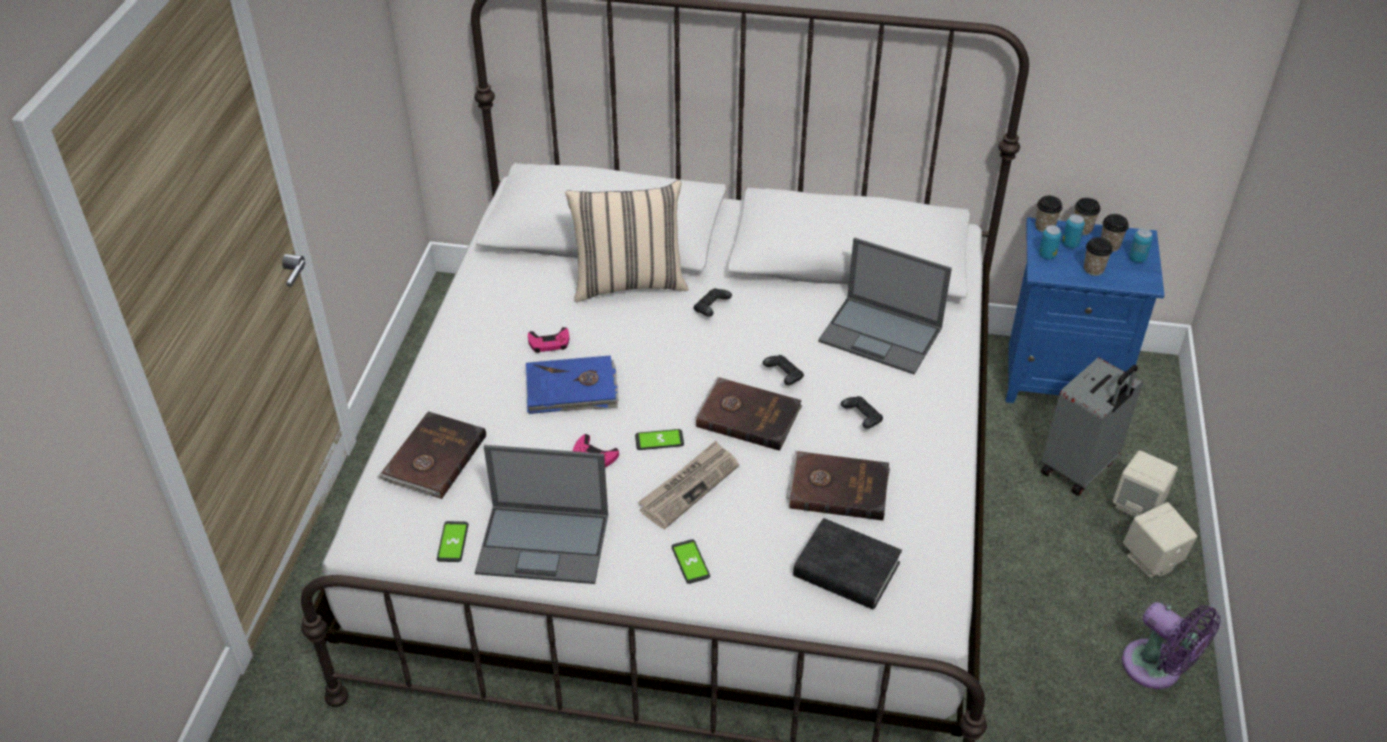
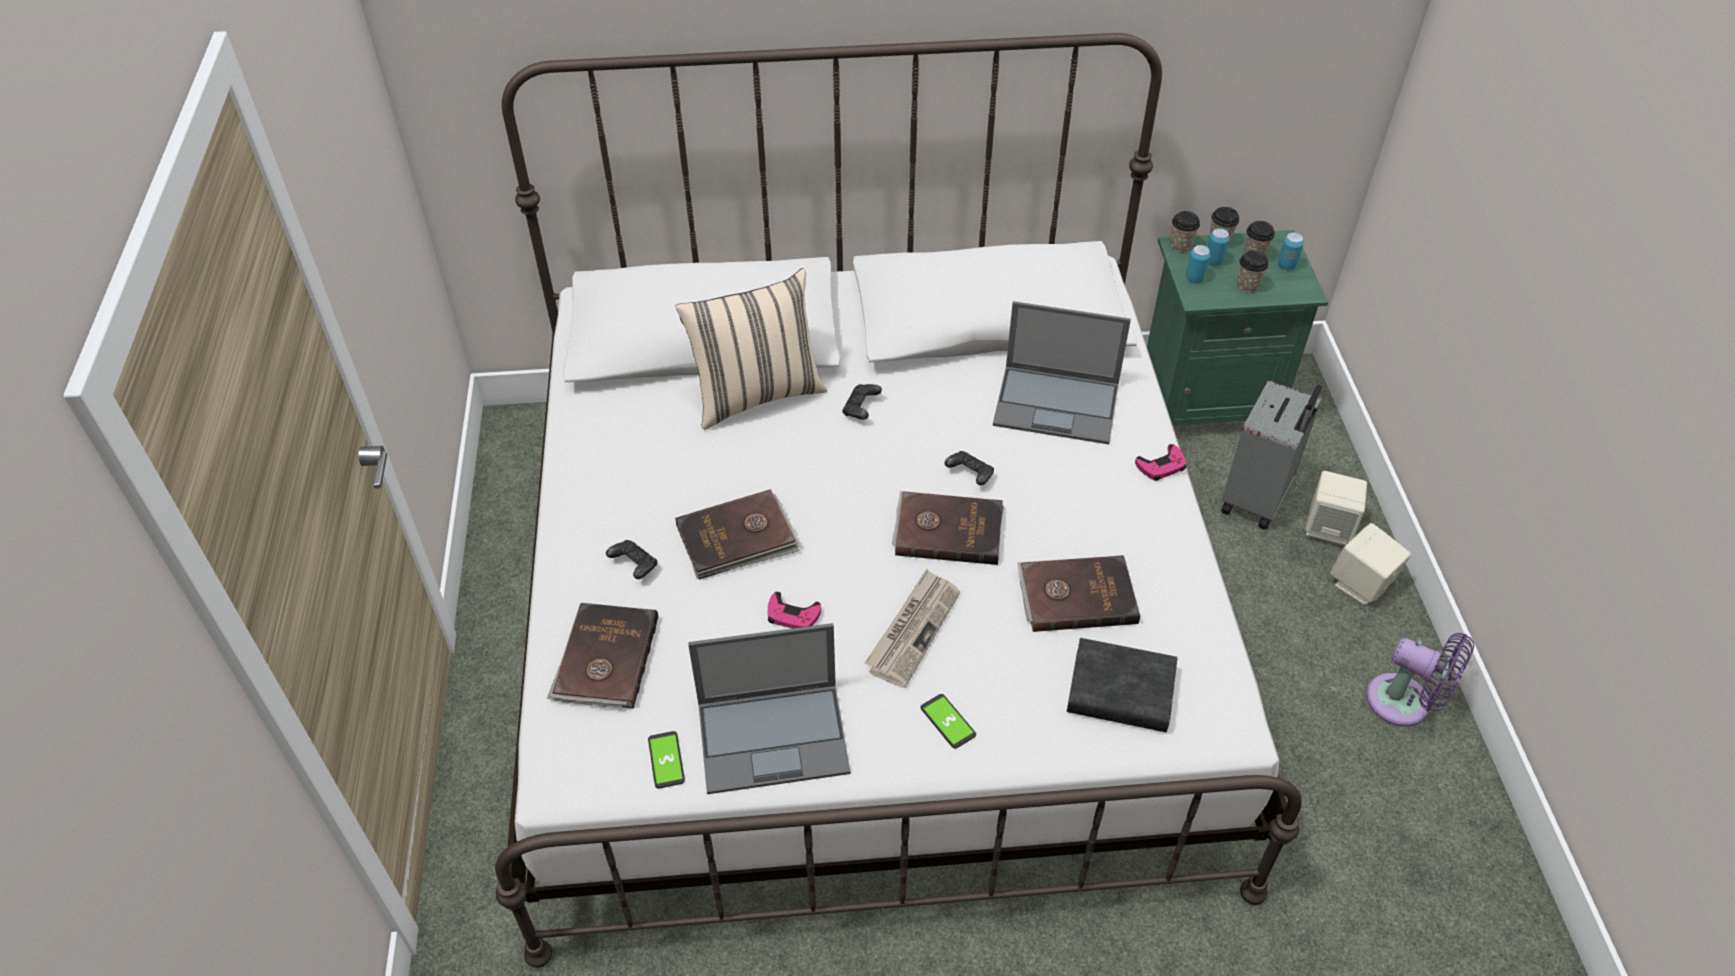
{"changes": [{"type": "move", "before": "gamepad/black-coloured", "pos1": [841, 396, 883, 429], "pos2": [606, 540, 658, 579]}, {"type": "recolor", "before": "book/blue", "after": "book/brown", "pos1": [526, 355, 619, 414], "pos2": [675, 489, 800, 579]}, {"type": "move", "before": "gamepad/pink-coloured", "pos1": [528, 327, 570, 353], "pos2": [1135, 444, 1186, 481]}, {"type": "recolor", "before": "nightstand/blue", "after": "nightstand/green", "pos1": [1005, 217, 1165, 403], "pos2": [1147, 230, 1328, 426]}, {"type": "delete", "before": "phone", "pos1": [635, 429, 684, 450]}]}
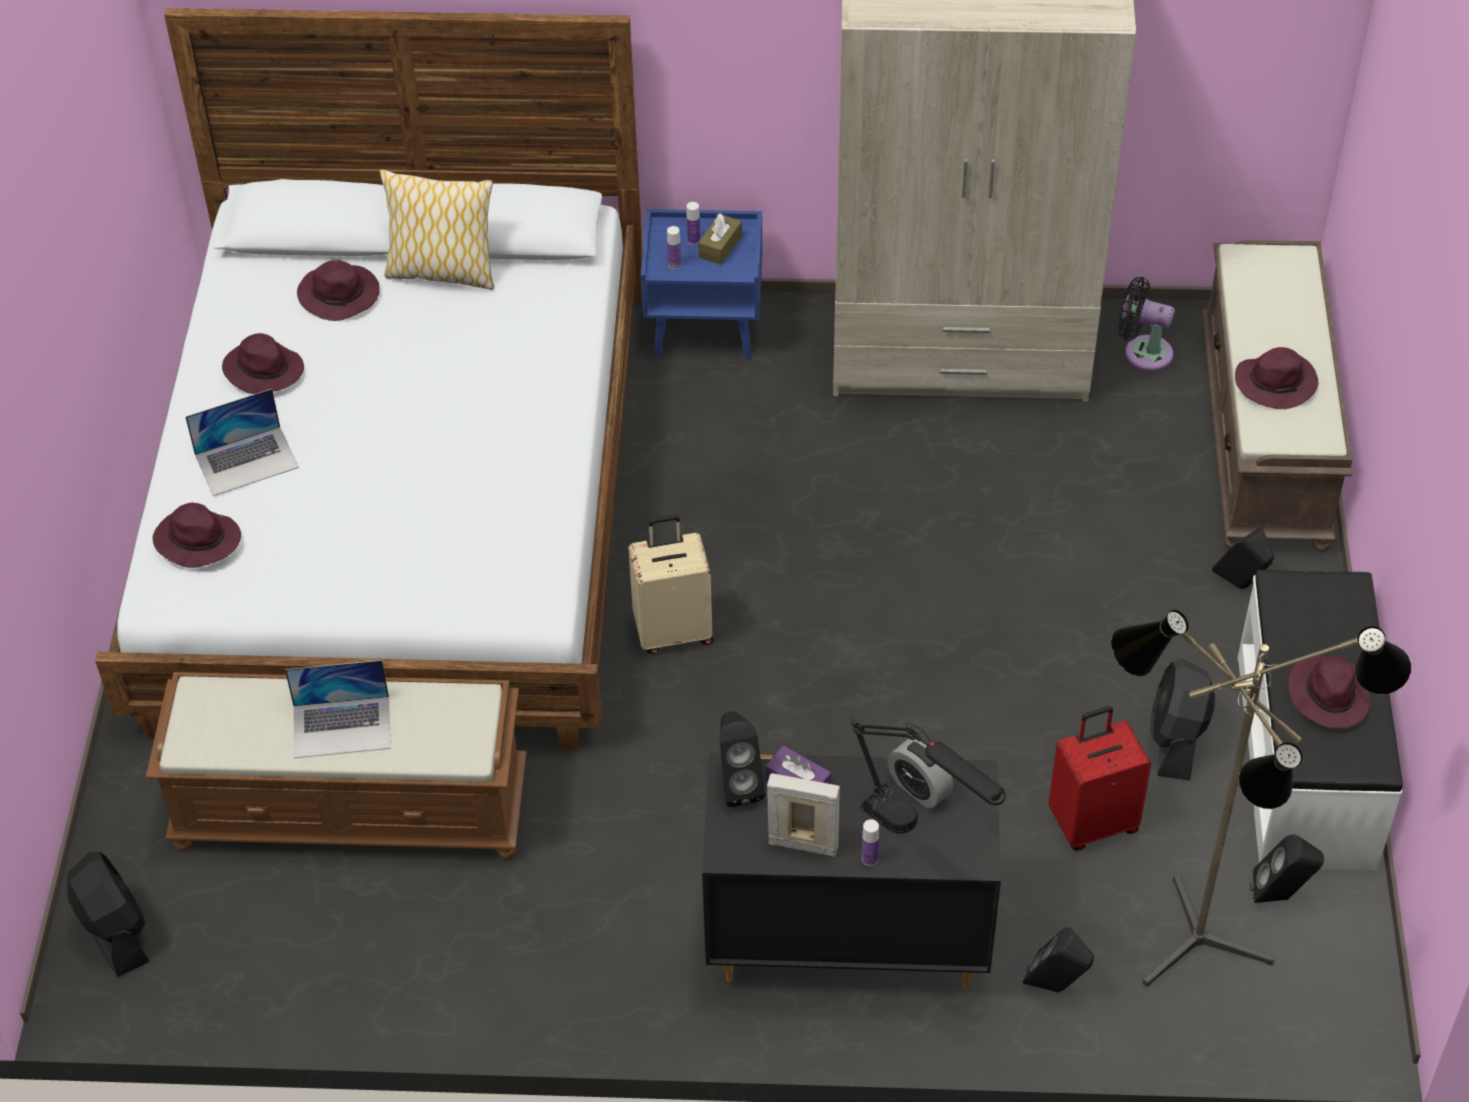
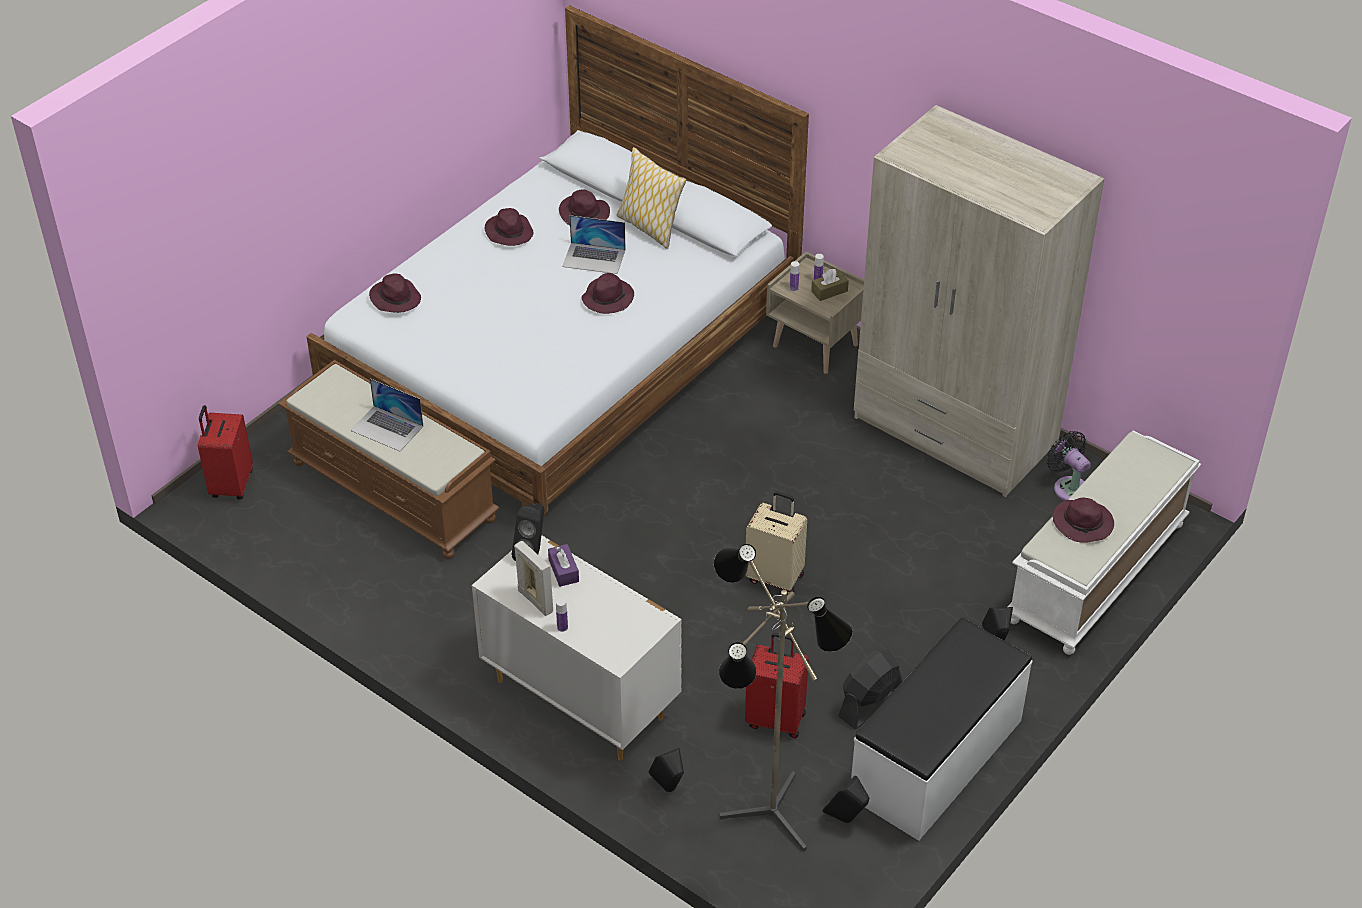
{"changes": [{"type": "replace", "before": "fan/black-coloured", "after": "piece of luggage/red-coloured", "pos1": [67, 852, 150, 977], "pos2": [198, 405, 253, 499]}, {"type": "recolor", "before": "drawer chest/black-coloured", "after": "drawer chest/white-coloured", "pos1": [702, 753, 1001, 989], "pos2": [472, 535, 682, 761]}, {"type": "move", "before": "portable computer", "pos1": [186, 389, 299, 496], "pos2": [562, 215, 626, 274]}, {"type": "move", "before": "wearable hat/purple", "pos1": [1288, 656, 1371, 729], "pos2": [582, 273, 634, 314]}, {"type": "move", "before": "piece of luggage/beige-coloured", "pos1": [628, 515, 713, 654], "pos2": [746, 491, 807, 594]}, {"type": "recolor", "before": "nightstand/blue", "after": "nightstand/beige-coloured", "pos1": [641, 209, 762, 359], "pos2": [766, 251, 864, 374]}, {"type": "recolor", "before": "indoor bench/brown", "after": "indoor bench/white-coloured", "pos1": [1202, 240, 1353, 552], "pos2": [1008, 431, 1201, 655]}, {"type": "delete", "before": "tabletop lamp/black-coloured", "pos1": [851, 719, 1006, 833]}, {"type": "delete", "before": "table clock", "pos1": [888, 739, 954, 808]}]}
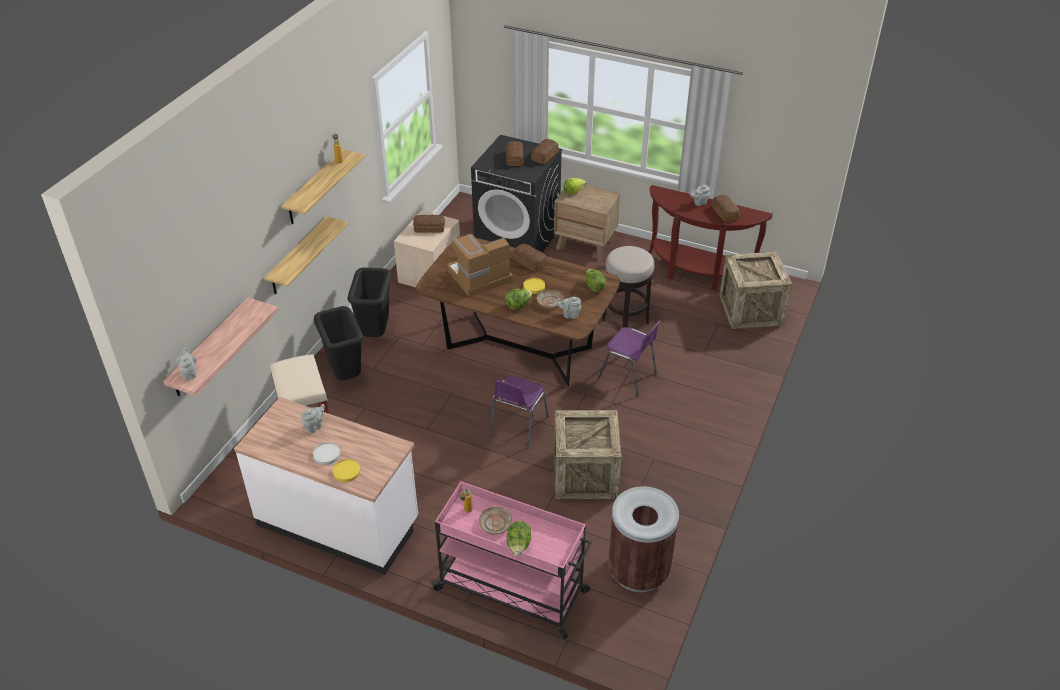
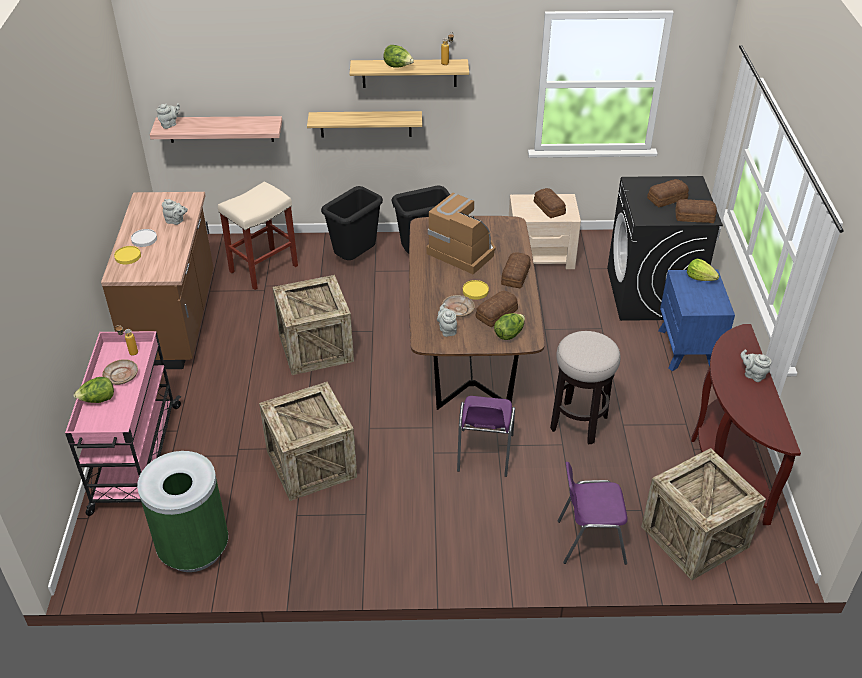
{"changes": [{"type": "recolor", "before": "counter/white-coloured", "after": "counter/brown", "pos1": [234, 397, 418, 574], "pos2": [101, 192, 213, 369]}, {"type": "recolor", "before": "waste bin/brown", "after": "waste bin/green", "pos1": [608, 486, 679, 592], "pos2": [137, 451, 228, 572]}, {"type": "insert", "after": "shipping crate", "pos2": [273, 275, 354, 375]}, {"type": "move", "before": "lettuce head", "pos1": [505, 289, 533, 310], "pos2": [383, 45, 414, 68]}, {"type": "move", "before": "bakery bread", "pos1": [711, 195, 740, 222], "pos2": [476, 291, 518, 327]}, {"type": "move", "before": "chair/purple", "pos1": [490, 376, 549, 448], "pos2": [558, 462, 628, 565]}, {"type": "recolor", "before": "nightstand/brown", "after": "nightstand/blue", "pos1": [554, 185, 620, 261], "pos2": [658, 270, 735, 371]}]}
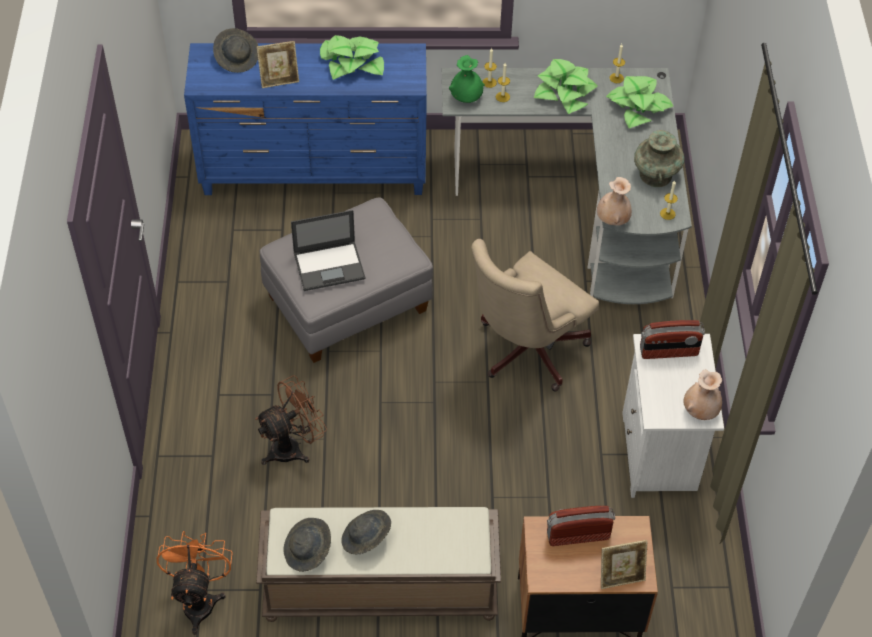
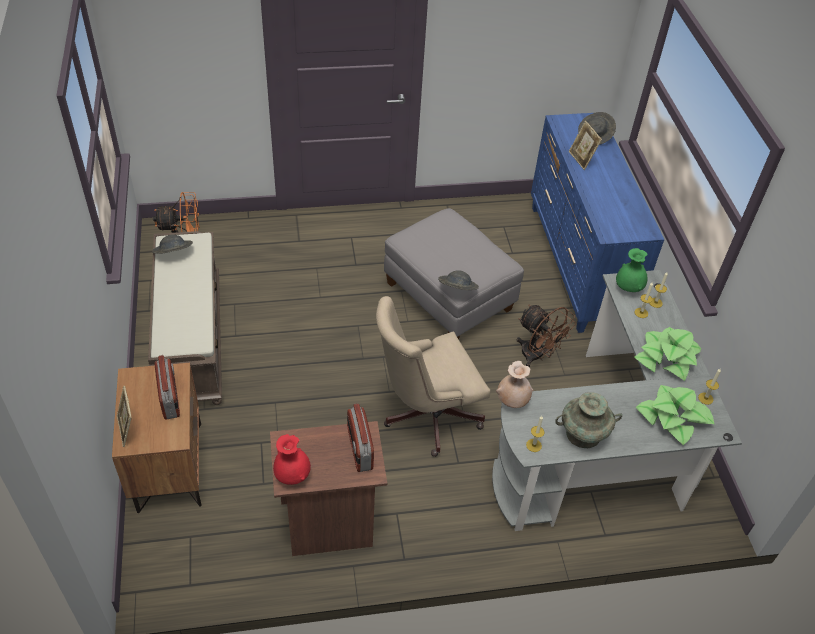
{"changes": [{"type": "recolor", "before": "nightstand/white-coloured", "after": "nightstand/brown", "pos1": [622, 334, 724, 498], "pos2": [270, 421, 387, 556]}, {"type": "recolor", "before": "vase/beige-coloured", "after": "vase/red-coloured", "pos1": [683, 369, 722, 420], "pos2": [273, 434, 311, 485]}, {"type": "rotate", "before": "office chair/beige-coloured", "pos1": [471, 239, 599, 391], "pos2": [376, 296, 490, 457], "turn": -60}, {"type": "move", "before": "wearable hat/gray", "pos1": [341, 510, 391, 554], "pos2": [438, 270, 479, 290]}, {"type": "move", "before": "fan/brown", "pos1": [255, 375, 327, 465], "pos2": [516, 305, 576, 367]}, {"type": "delete", "before": "portable computer", "pos1": [291, 210, 366, 291]}, {"type": "delete", "before": "houseplant", "pos1": [320, 35, 384, 80]}]}
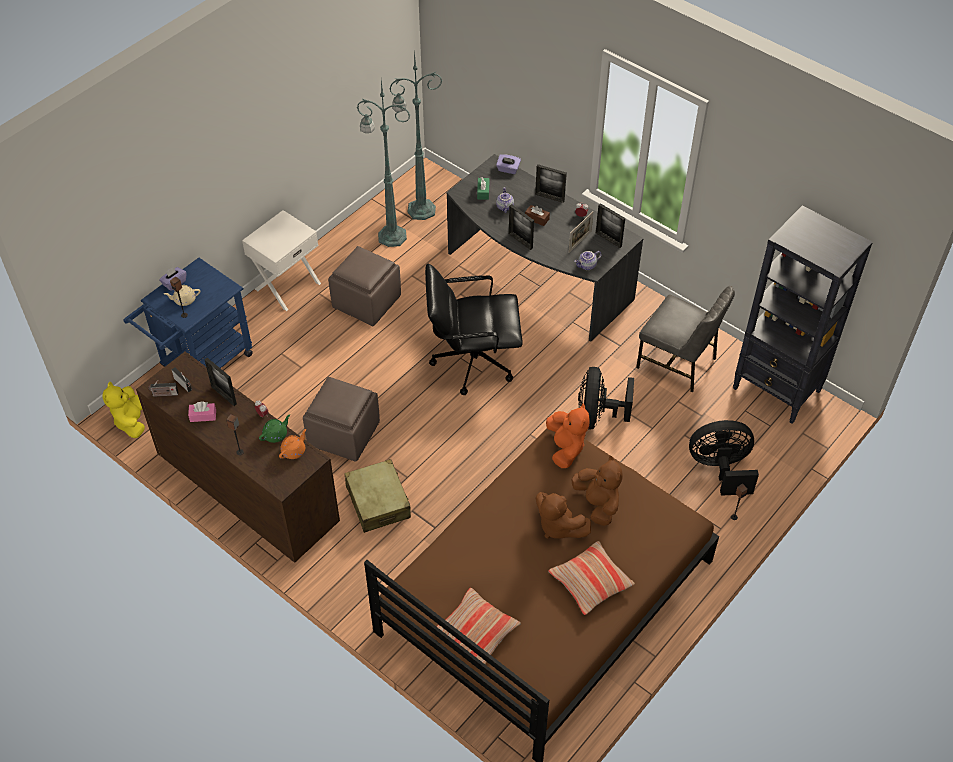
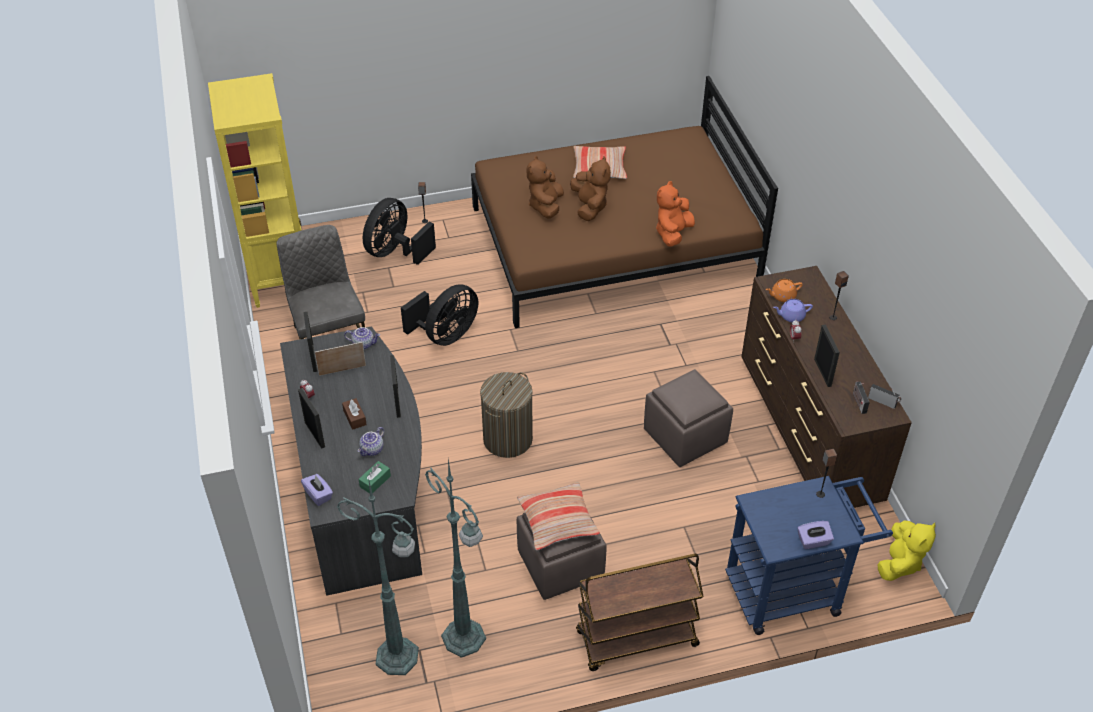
{"changes": [{"type": "recolor", "before": "shelving unit/black-coloured", "after": "shelving unit/yellowish", "pos1": [733, 205, 873, 424], "pos2": [208, 73, 301, 308]}, {"type": "rotate", "before": "fan/black-coloured", "pos1": [689, 420, 759, 496], "pos2": [363, 198, 436, 265], "turn": 90}, {"type": "replace", "before": "office chair/black-coloured", "after": "washing basket", "pos1": [425, 264, 523, 395], "pos2": [480, 372, 533, 458]}, {"type": "move", "before": "pillow", "pos1": [436, 588, 521, 664], "pos2": [517, 482, 600, 550]}, {"type": "replace", "before": "nightstand/white-coloured", "after": "wheeled cart/brown", "pos1": [242, 210, 321, 311], "pos2": [576, 554, 704, 671]}, {"type": "move", "before": "cuddly toy/orangey", "pos1": [546, 403, 590, 468], "pos2": [656, 181, 695, 247]}, {"type": "recolor", "before": "tea pot/green", "after": "tea pot/purple", "pos1": [259, 414, 290, 443], "pos2": [773, 299, 813, 322]}, {"type": "delete", "before": "tea pot/beige-coloured", "pos1": [164, 285, 200, 306]}, {"type": "delete", "before": "tissue holder/pink-coloured", "pos1": [188, 401, 216, 422]}, {"type": "delete", "before": "piece of luggage/beige-coloured", "pos1": [344, 459, 411, 533]}]}
